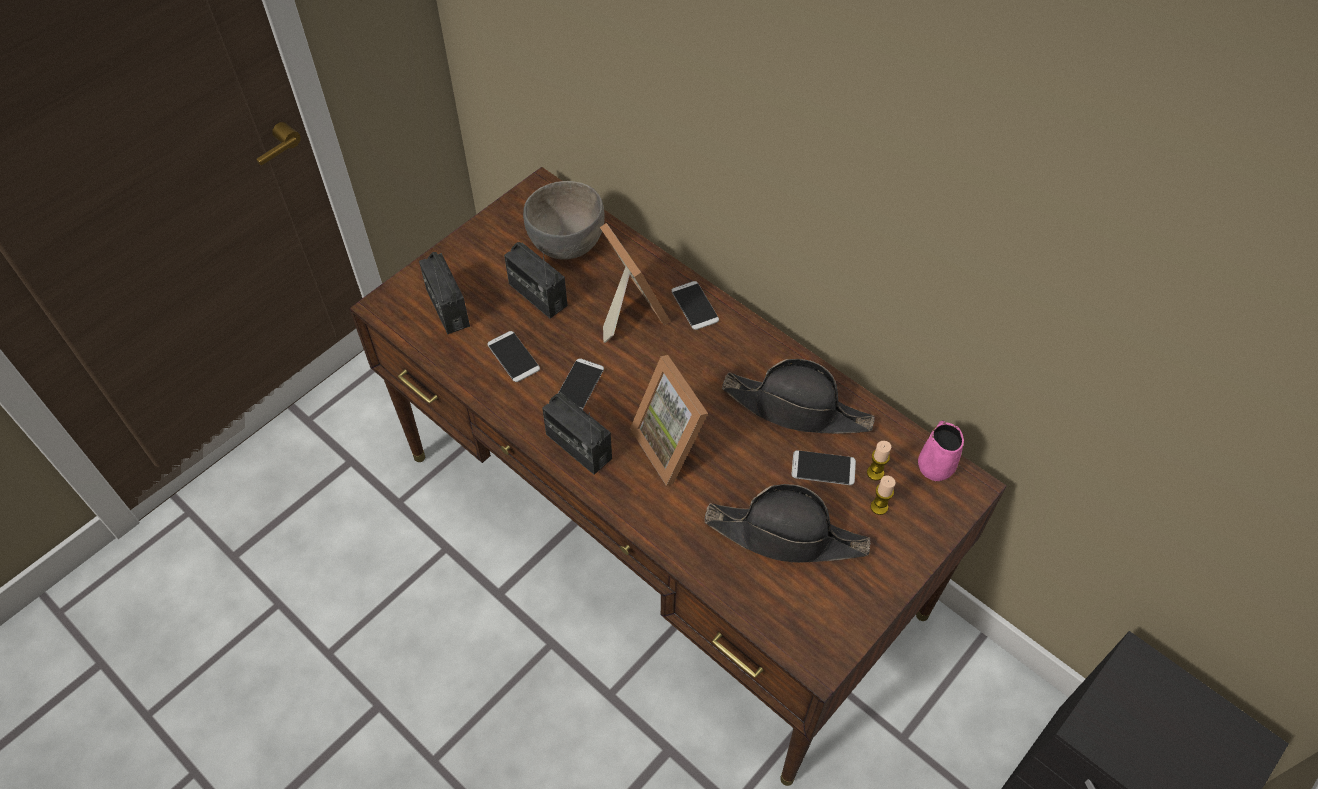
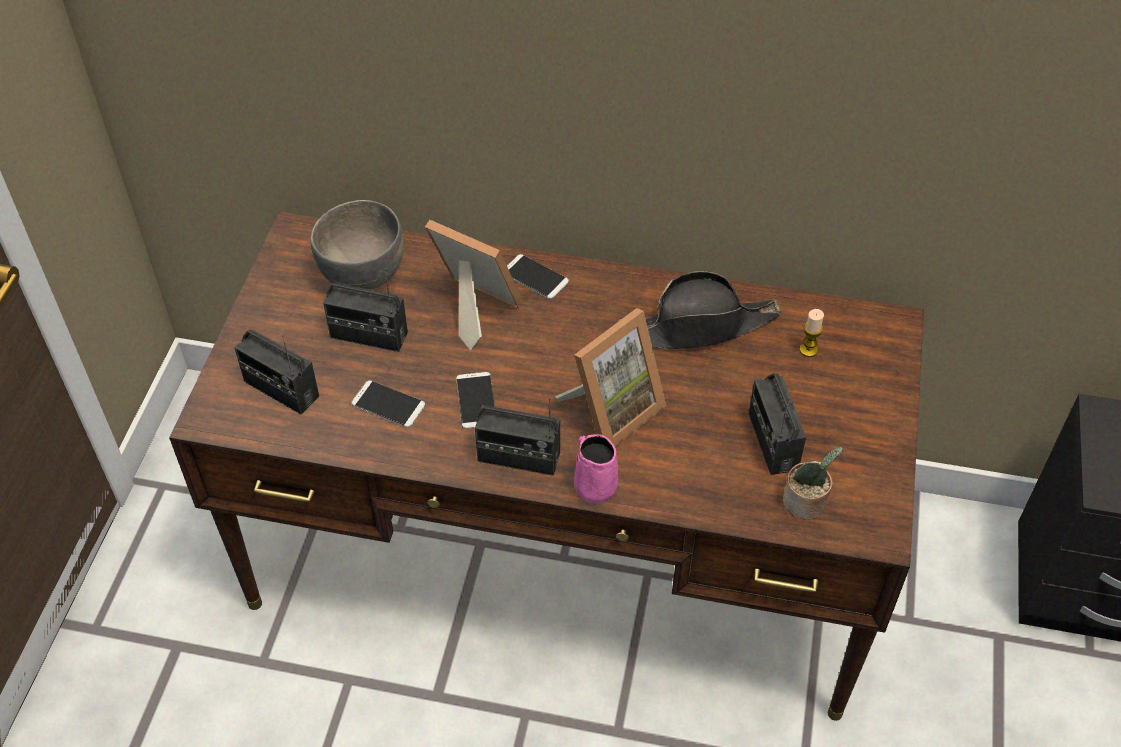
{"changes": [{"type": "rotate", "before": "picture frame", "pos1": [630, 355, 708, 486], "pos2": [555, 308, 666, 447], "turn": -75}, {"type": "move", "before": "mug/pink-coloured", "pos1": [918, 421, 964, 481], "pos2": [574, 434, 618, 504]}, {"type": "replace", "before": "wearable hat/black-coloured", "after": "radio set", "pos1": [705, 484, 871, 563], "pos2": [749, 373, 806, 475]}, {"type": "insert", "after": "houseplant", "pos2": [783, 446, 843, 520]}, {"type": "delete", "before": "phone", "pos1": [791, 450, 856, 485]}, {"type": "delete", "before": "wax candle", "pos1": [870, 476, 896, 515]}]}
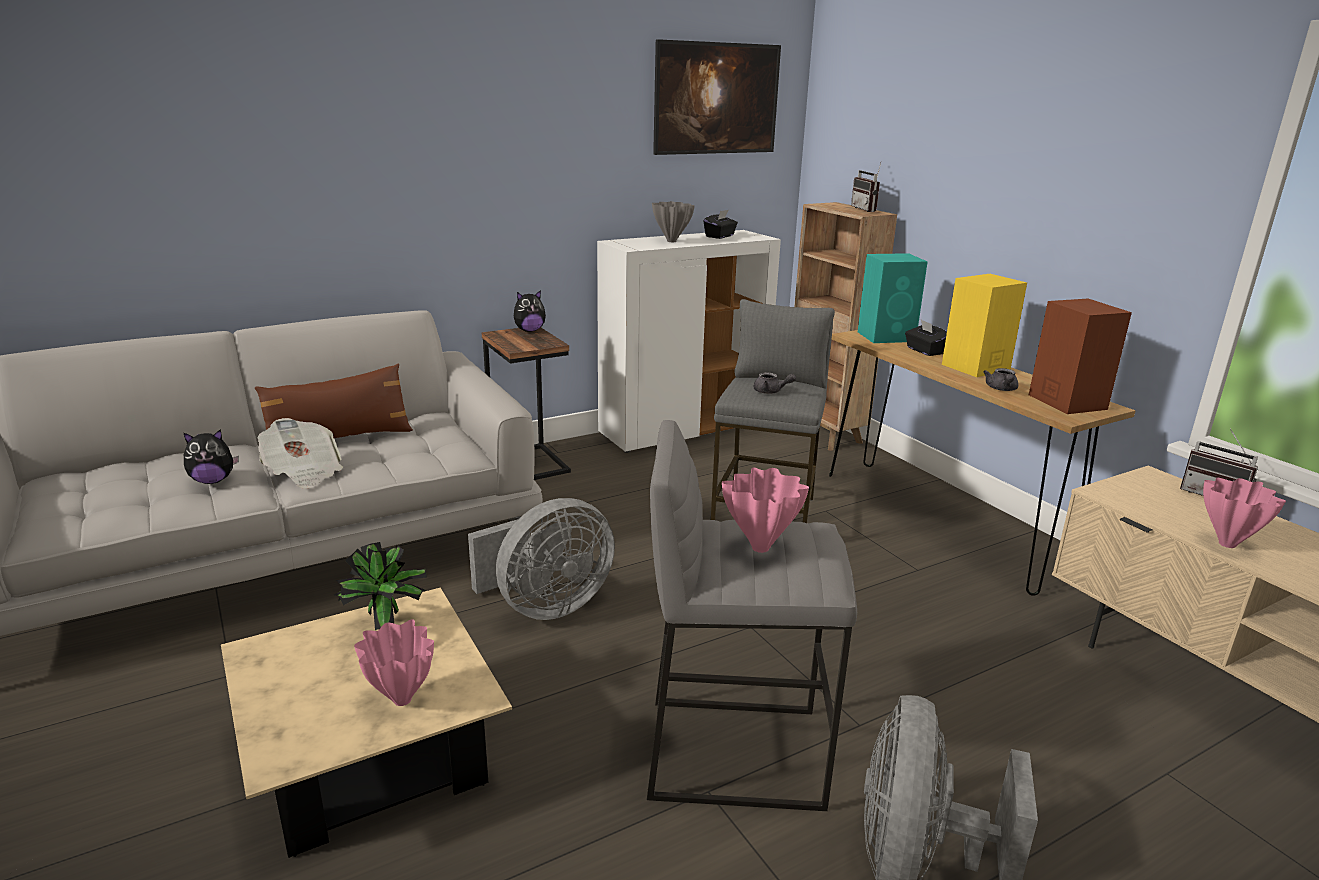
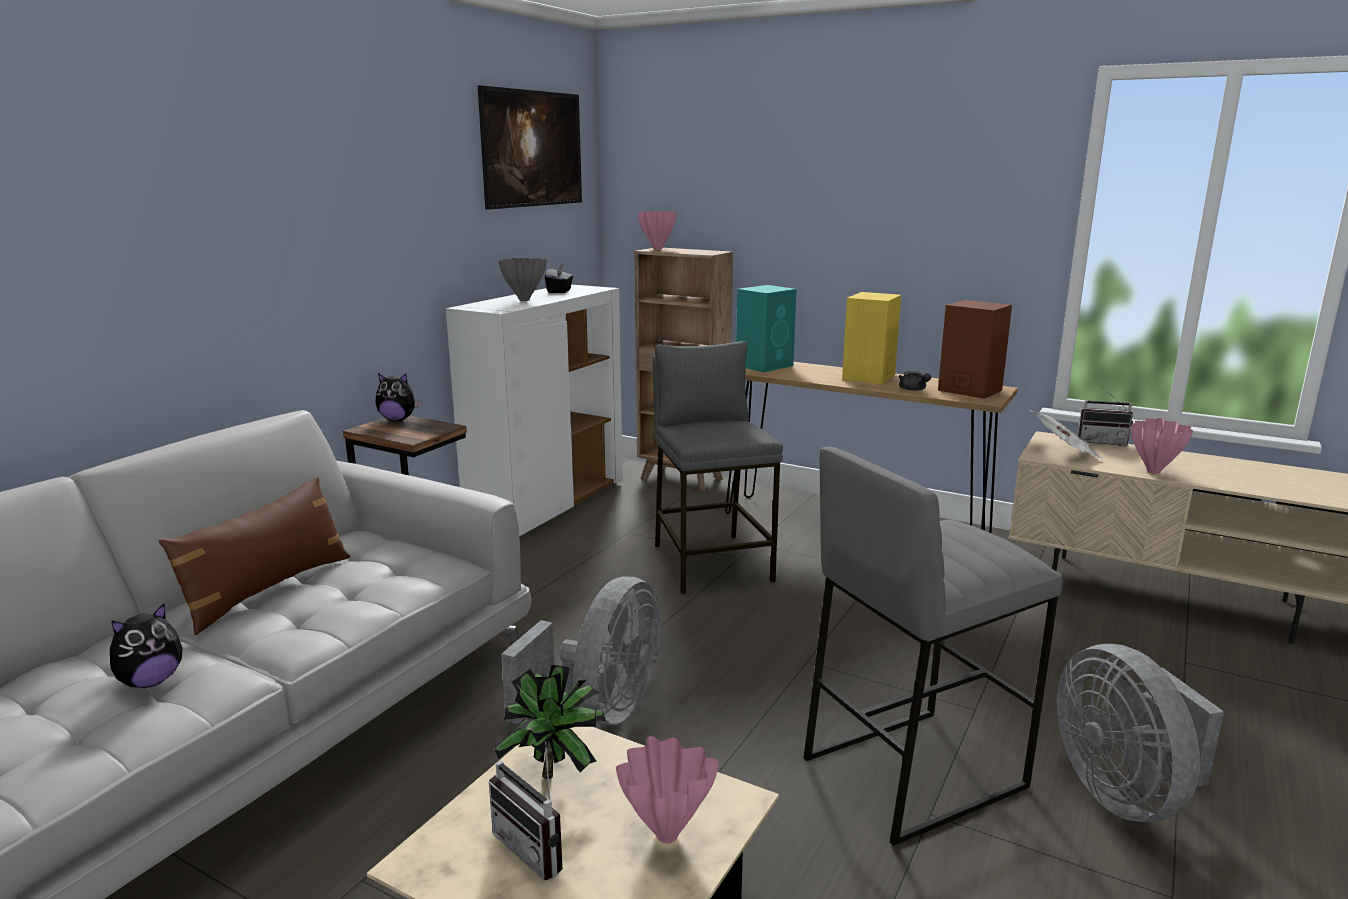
{"changes": [{"type": "rotate", "before": "cuddly toy", "pos1": [514, 290, 546, 332], "pos2": [376, 373, 422, 421], "turn": 60}, {"type": "move", "before": "radio set", "pos1": [851, 163, 881, 212], "pos2": [489, 741, 563, 880]}, {"type": "move", "before": "vase/pink-coloured", "pos1": [722, 468, 809, 553], "pos2": [638, 211, 677, 250]}, {"type": "move", "before": "newspaper", "pos1": [257, 418, 343, 489], "pos2": [1030, 410, 1105, 460]}, {"type": "delete", "before": "tea pot/gray", "pos1": [754, 372, 796, 394]}, {"type": "delete", "before": "tissue holder/black-coloured", "pos1": [905, 320, 947, 356]}]}
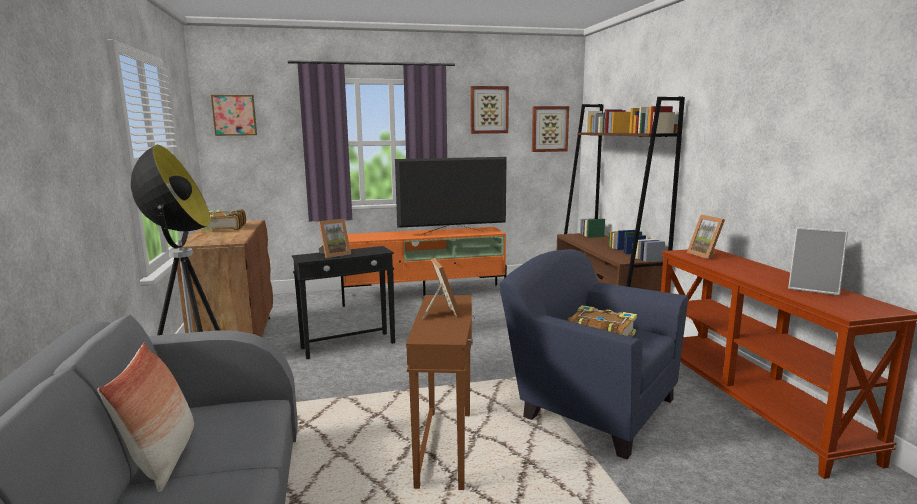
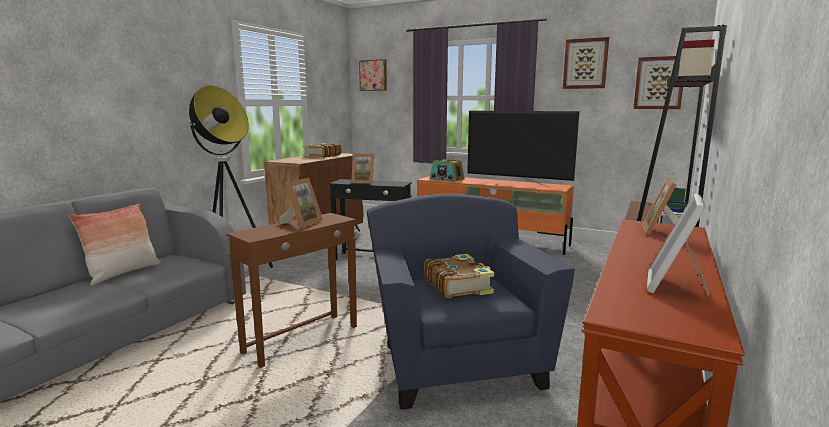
{"changes": [{"type": "insert", "after": "radio set", "pos2": [430, 159, 465, 182]}, {"type": "rotate", "before": "picture frame", "pos1": [788, 227, 848, 295], "pos2": [647, 194, 709, 295], "turn": 45}]}
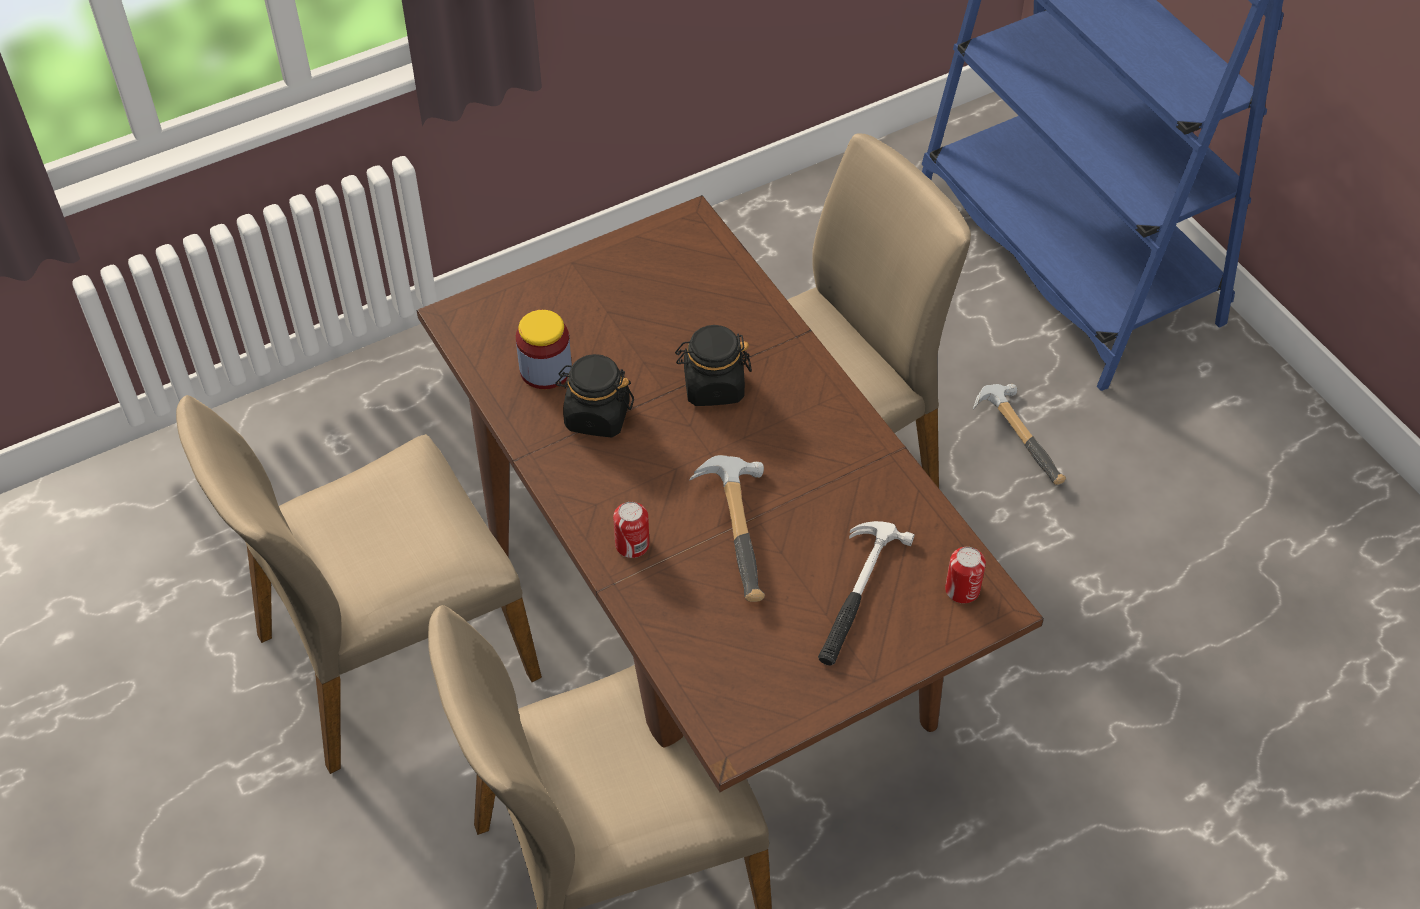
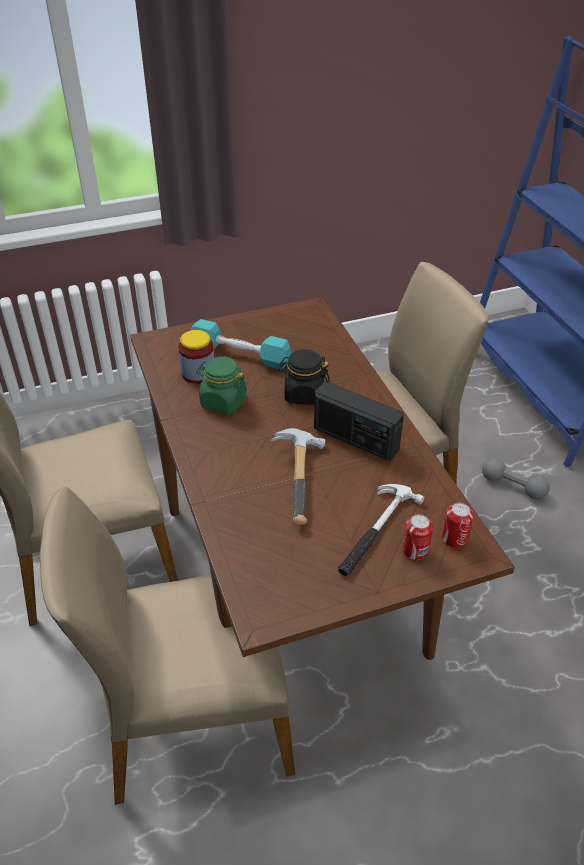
{"changes": [{"type": "insert", "after": "dumbbell/turquoise-coloured", "pos2": [191, 319, 291, 370]}, {"type": "recolor", "before": "storage jar/black-coloured", "after": "storage jar/green", "pos1": [555, 354, 634, 437], "pos2": [196, 356, 247, 414]}, {"type": "insert", "after": "radio set", "pos2": [314, 382, 404, 461]}, {"type": "move", "before": "sealed can", "pos1": [613, 502, 649, 558], "pos2": [402, 514, 433, 560]}, {"type": "replace", "before": "hand hammer", "after": "dumbbell/gray", "pos1": [973, 384, 1066, 485], "pos2": [482, 458, 550, 499]}]}
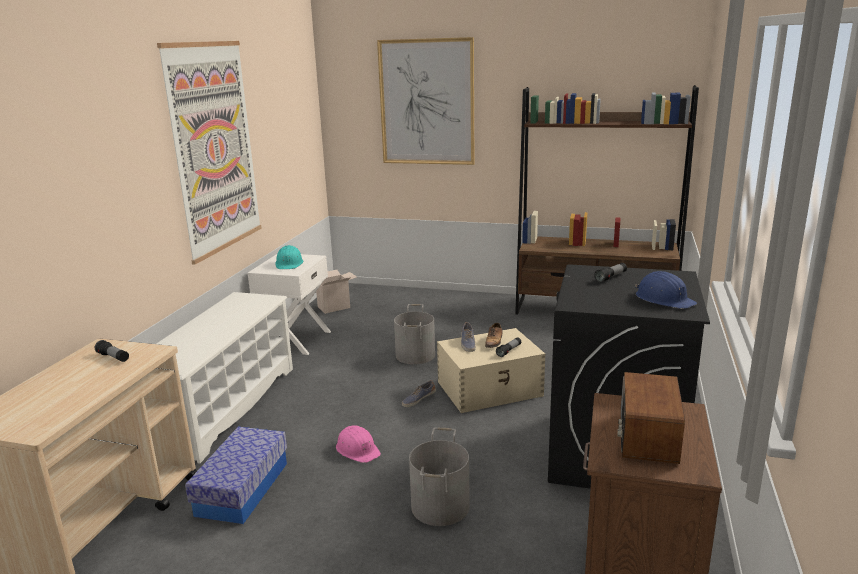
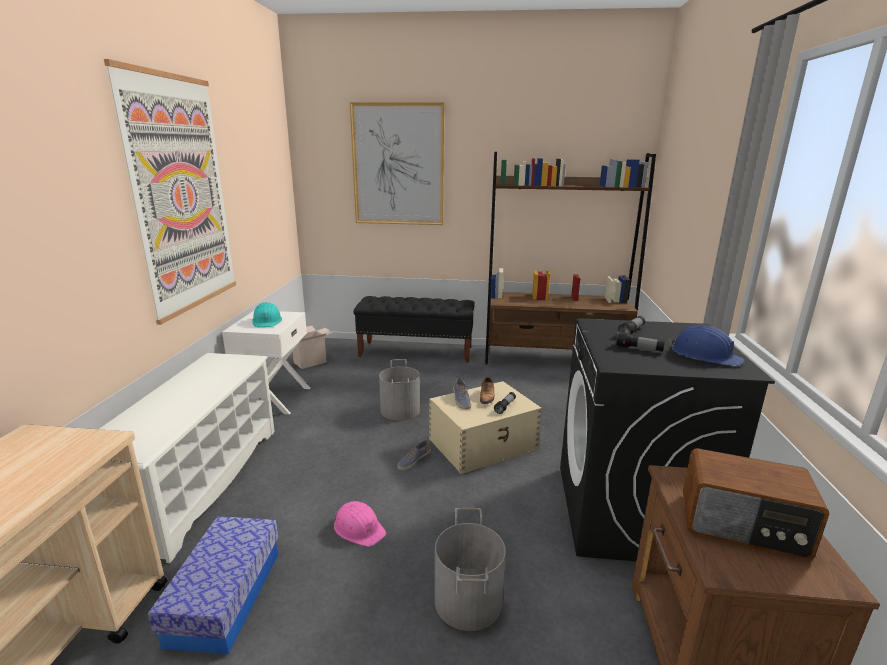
{"changes": [{"type": "insert", "after": "indoor bench/black-coloured", "pos2": [353, 296, 475, 363]}, {"type": "move", "before": "hand torch", "pos1": [95, 340, 129, 362], "pos2": [615, 332, 665, 352]}, {"type": "rotate", "before": "radio set", "pos1": [617, 372, 685, 464], "pos2": [683, 448, 829, 560], "turn": -75}]}
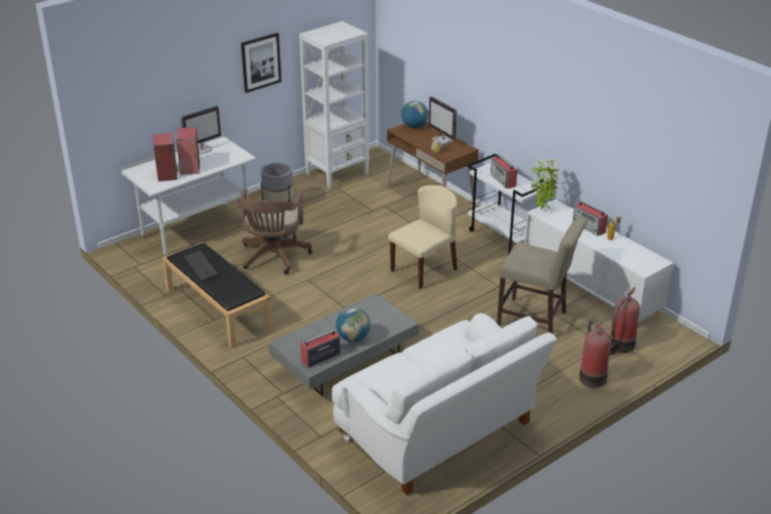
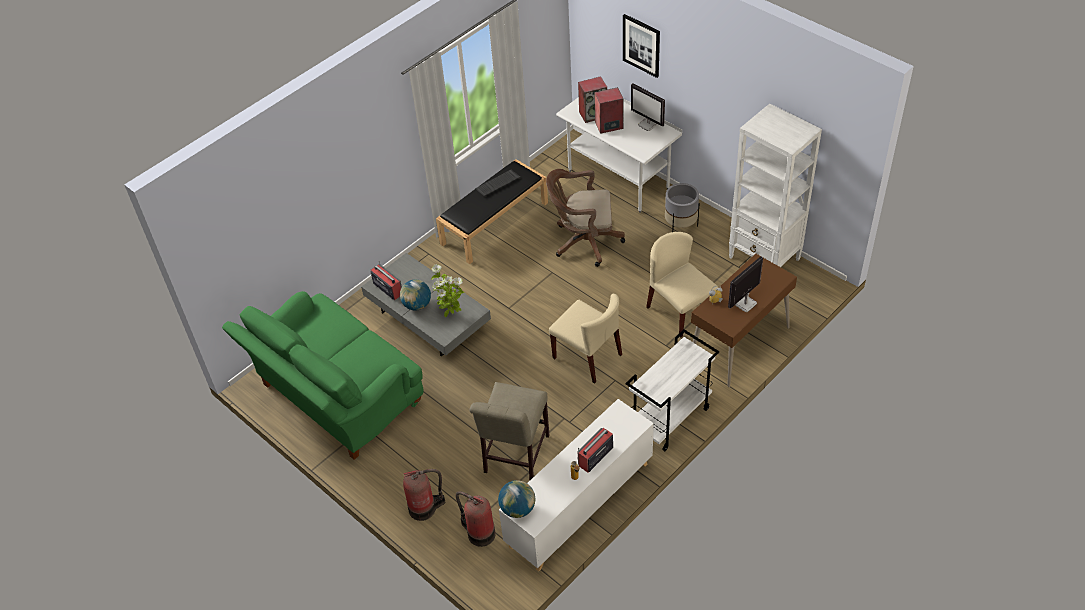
{"changes": [{"type": "recolor", "before": "sofa/white-coloured", "after": "sofa/green", "pos1": [332, 313, 557, 495], "pos2": [222, 291, 423, 460]}, {"type": "move", "before": "houseplant", "pos1": [530, 158, 561, 210], "pos2": [431, 264, 464, 317]}, {"type": "move", "before": "globe", "pos1": [401, 101, 428, 128], "pos2": [498, 480, 535, 518]}, {"type": "move", "before": "picture", "pos1": [241, 33, 282, 93], "pos2": [623, 14, 660, 78]}, {"type": "insert", "after": "chair/beige-coloured", "pos2": [646, 232, 718, 337]}, {"type": "delete", "before": "radio set", "pos1": [490, 154, 517, 189]}]}
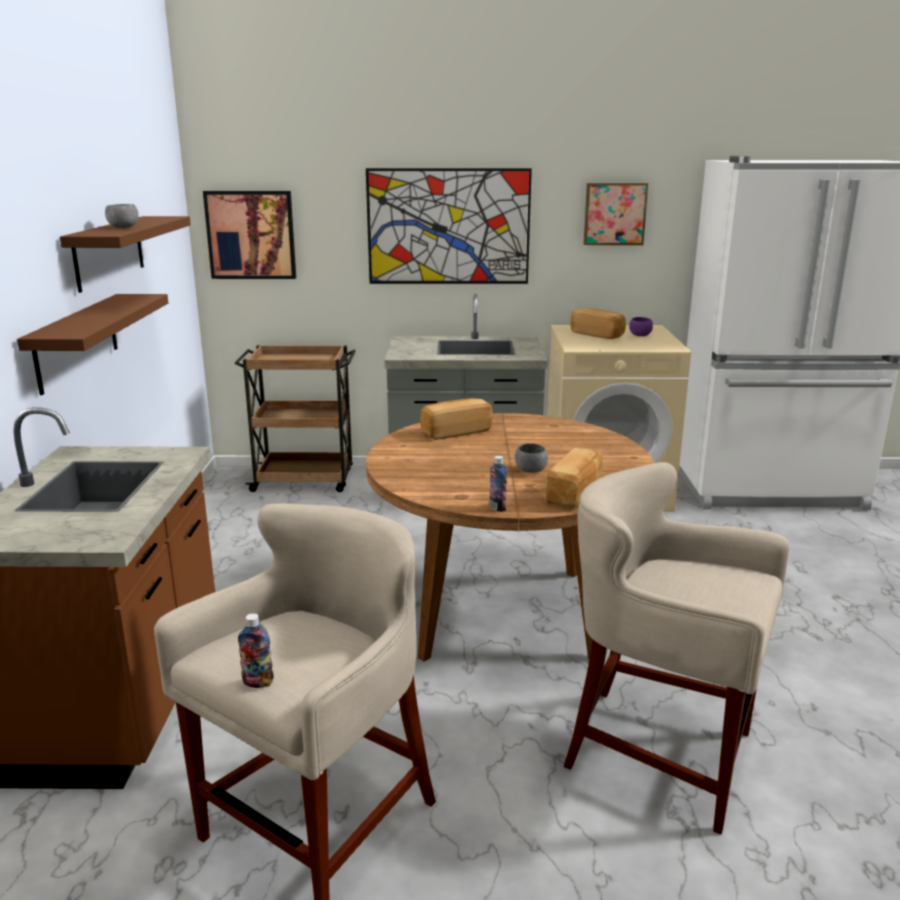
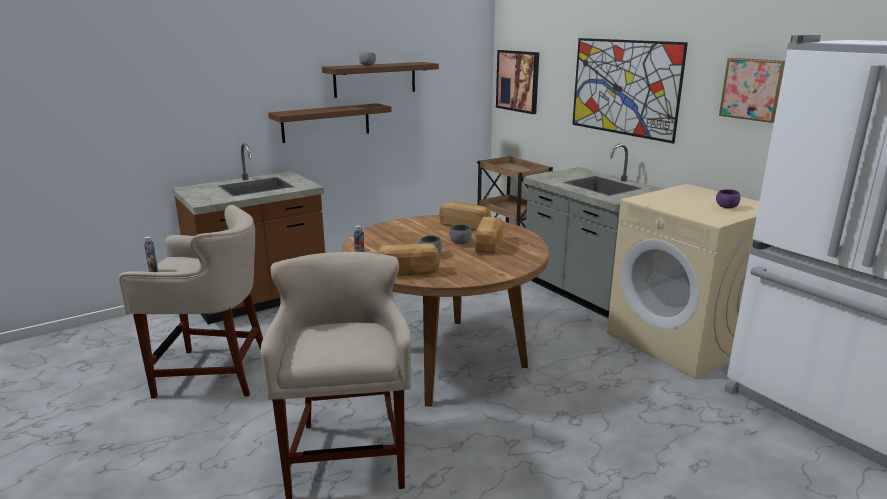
{"changes": [{"type": "insert", "after": "serving bowl/gray", "pos2": [449, 224, 472, 244]}, {"type": "move", "before": "bakery bread", "pos1": [571, 308, 626, 339], "pos2": [475, 217, 503, 254]}]}
